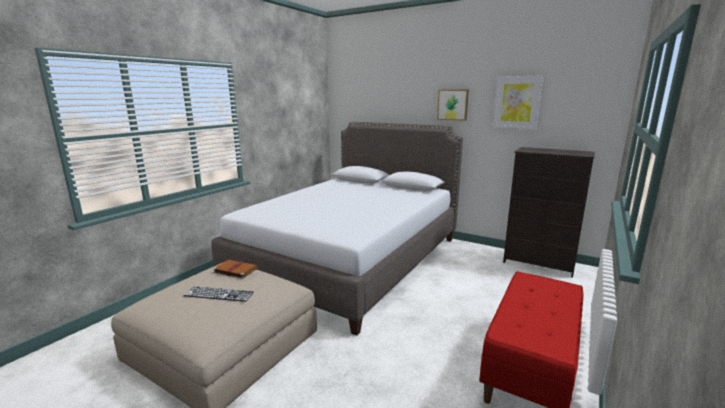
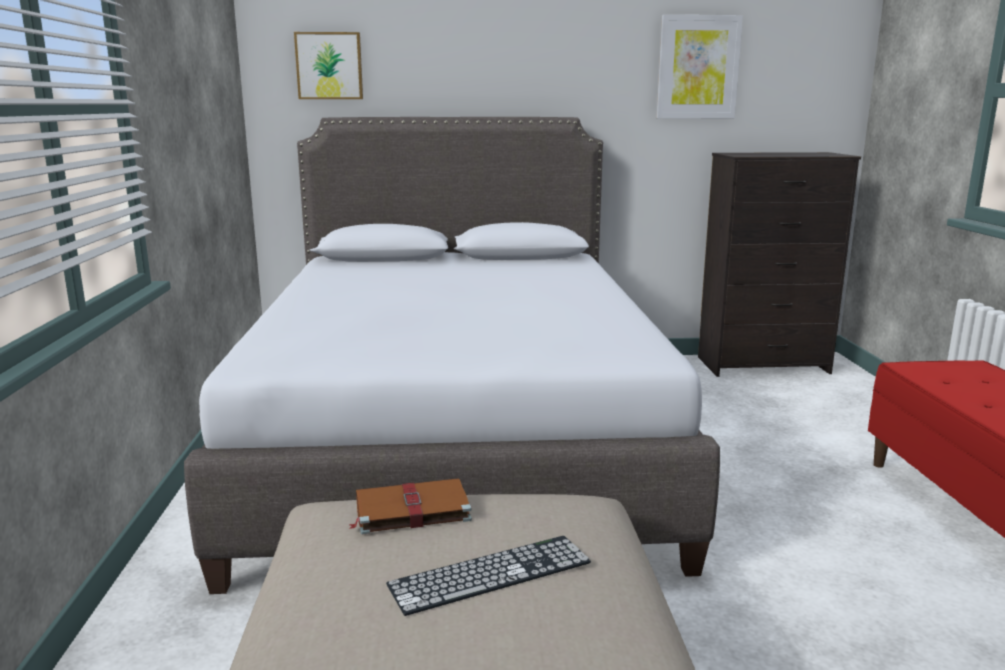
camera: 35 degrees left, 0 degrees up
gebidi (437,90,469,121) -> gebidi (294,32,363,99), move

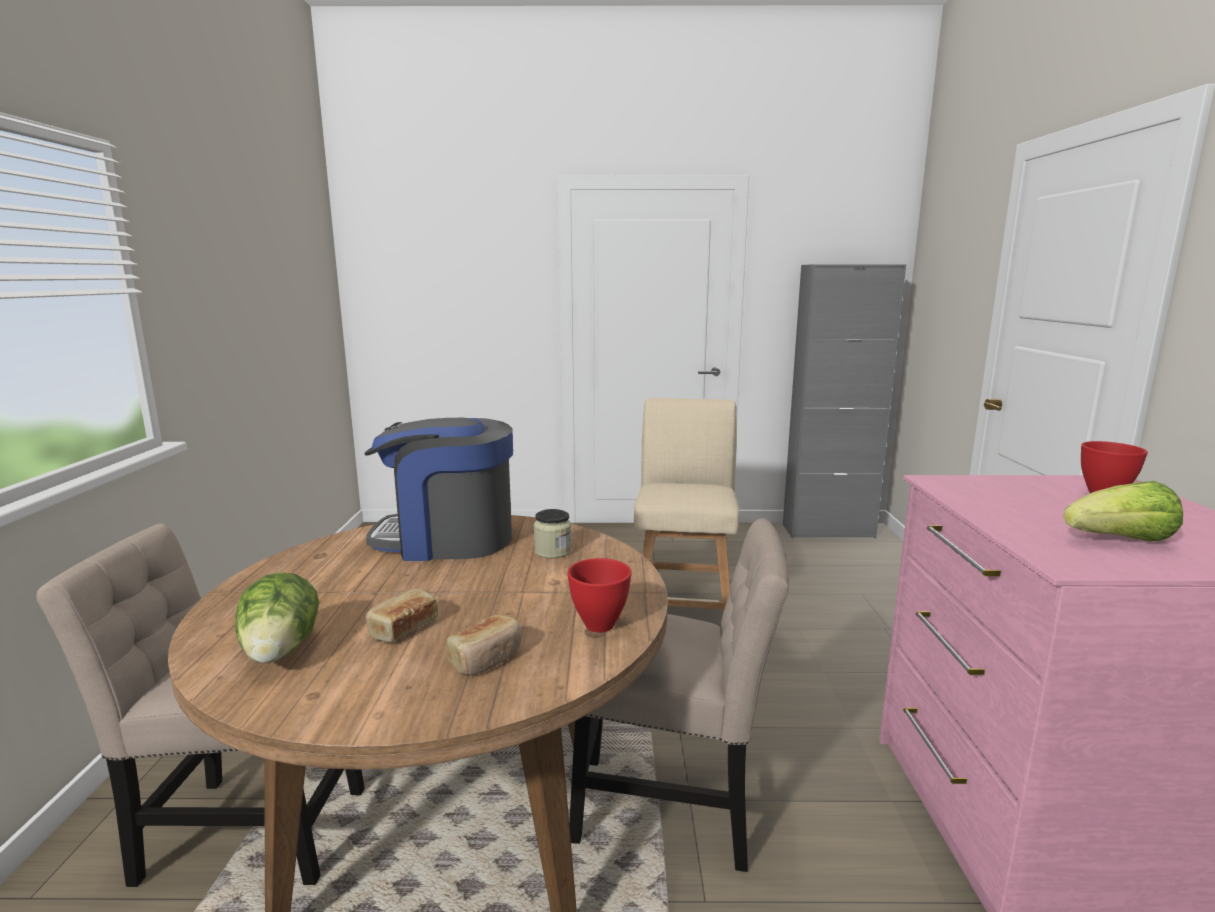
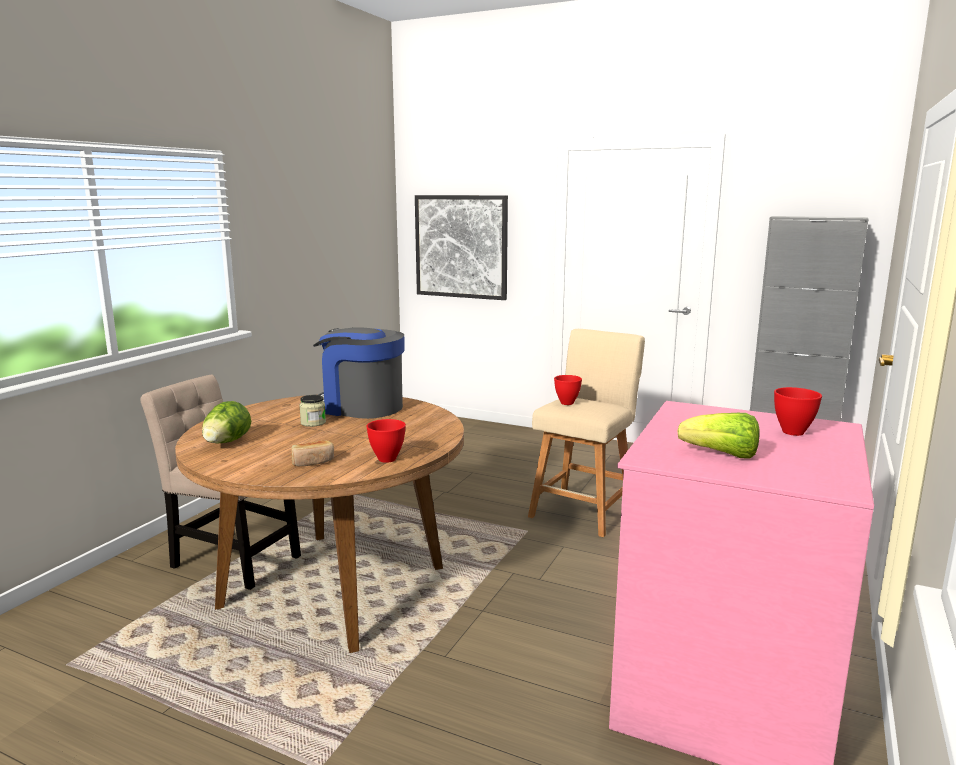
camera: 25 degrees right, 0 degrees up
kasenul (366,589,438,642) -> none
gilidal (534,509,571,558) -> gilidal (299,395,326,427), move
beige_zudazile (569,518,789,872) -> none
none -> gebidi (415,195,508,300)
none -> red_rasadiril (554,375,582,405)

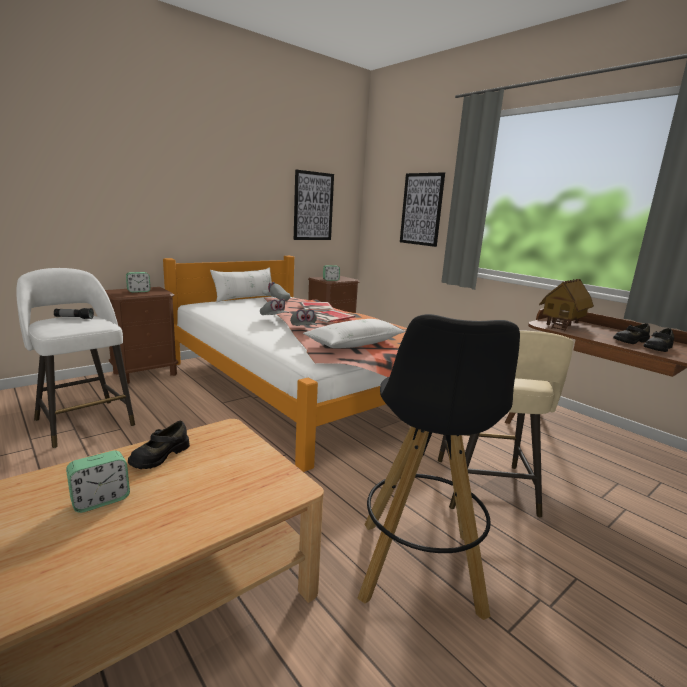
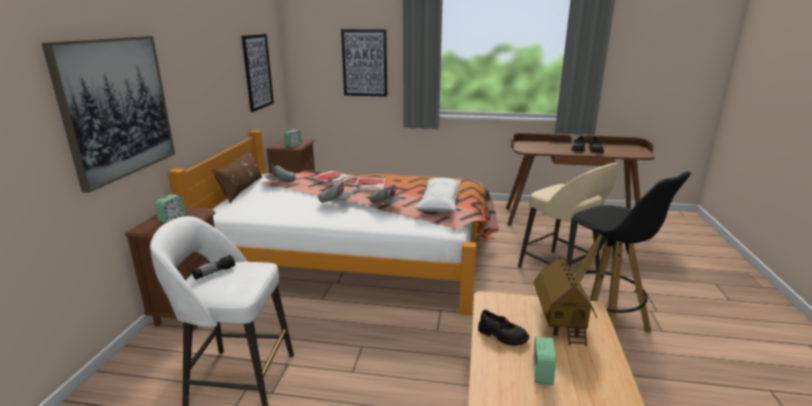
camera: 40 degrees left, 5 degrees up
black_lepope (128,421,190,469) -> black_lepope (478,310,529,346), 45 degrees counterclockwise
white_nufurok (210,267,272,302) -> brown_nufurok (212,149,262,203)
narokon (539,279,594,332) -> narokon (534,255,597,346), move
none -> gebidi (42,36,175,193)

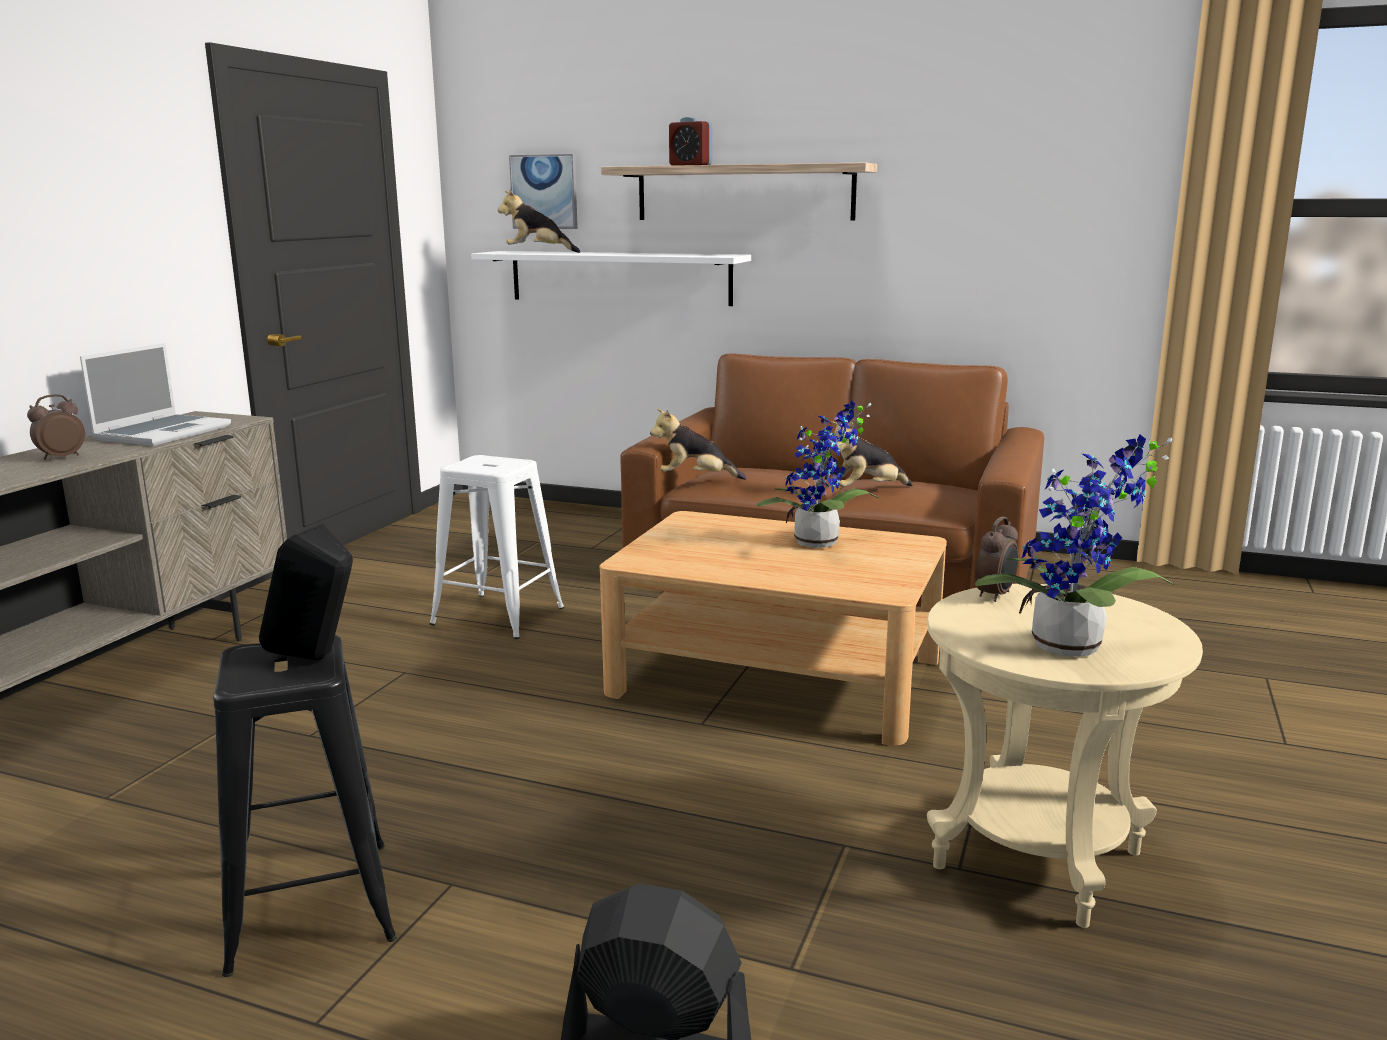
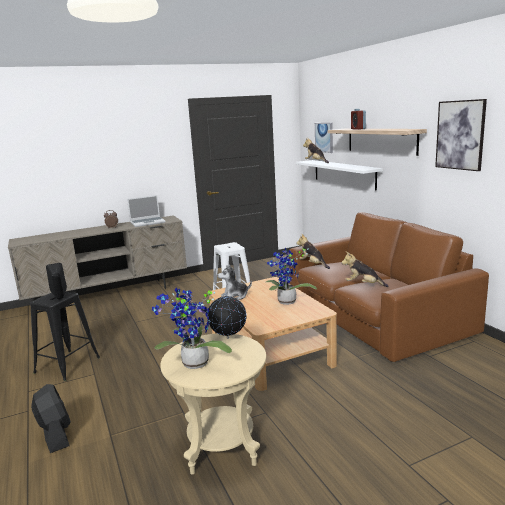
camera: 45 degrees right, 0 degrees up
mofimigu (975,517,1019,602) -> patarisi (207,293,247,339)
none -> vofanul (217,264,252,300)
none -> gebidi (435,99,487,171)

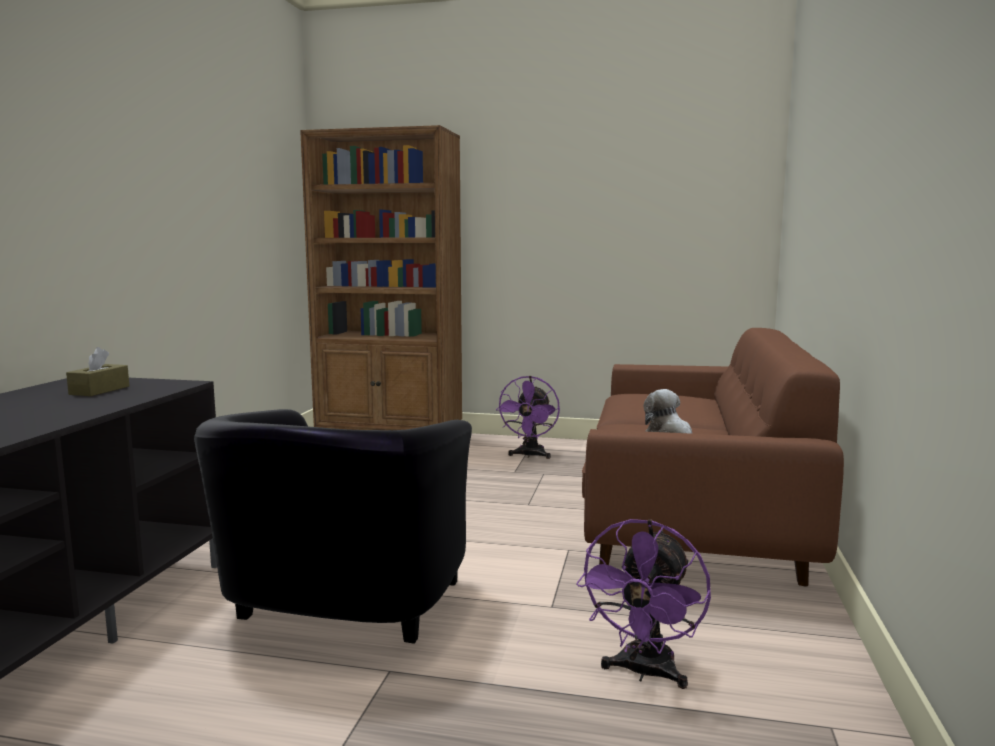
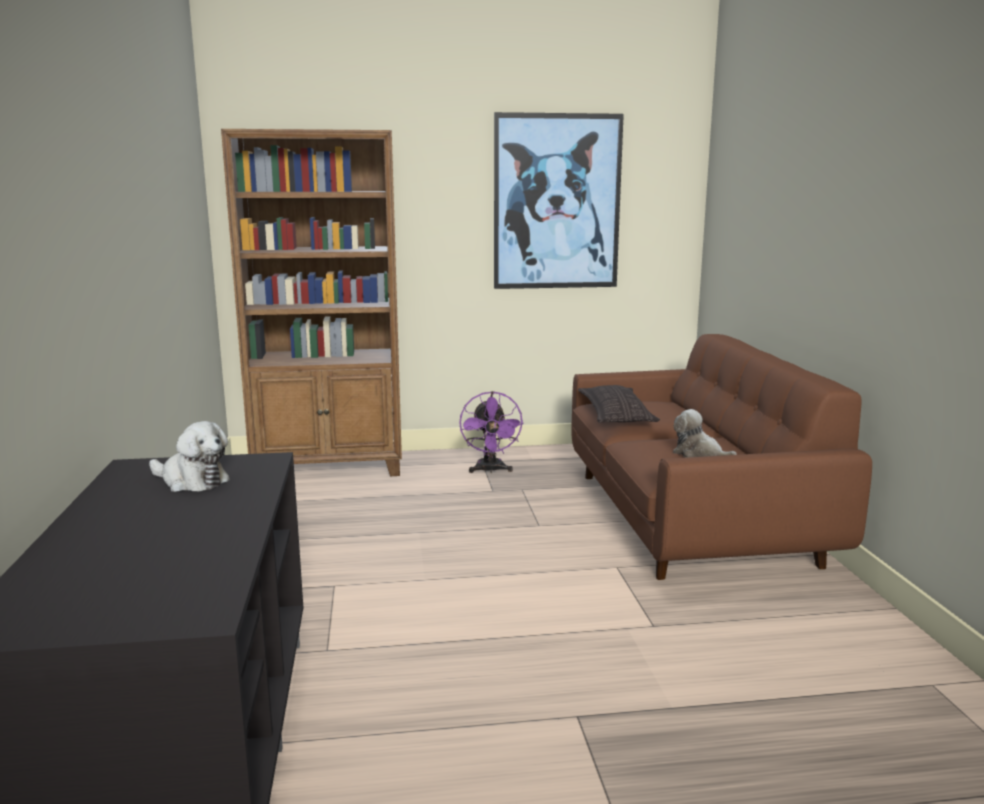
camera: 20 degrees left, 5 degrees up
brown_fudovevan (66,347,129,396) -> vofanul (149,421,230,492)
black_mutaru (194,409,472,644) -> none
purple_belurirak (576,519,711,689) -> none
none -> gebidi (494,112,624,289)
none -> nufurok (578,385,660,423)

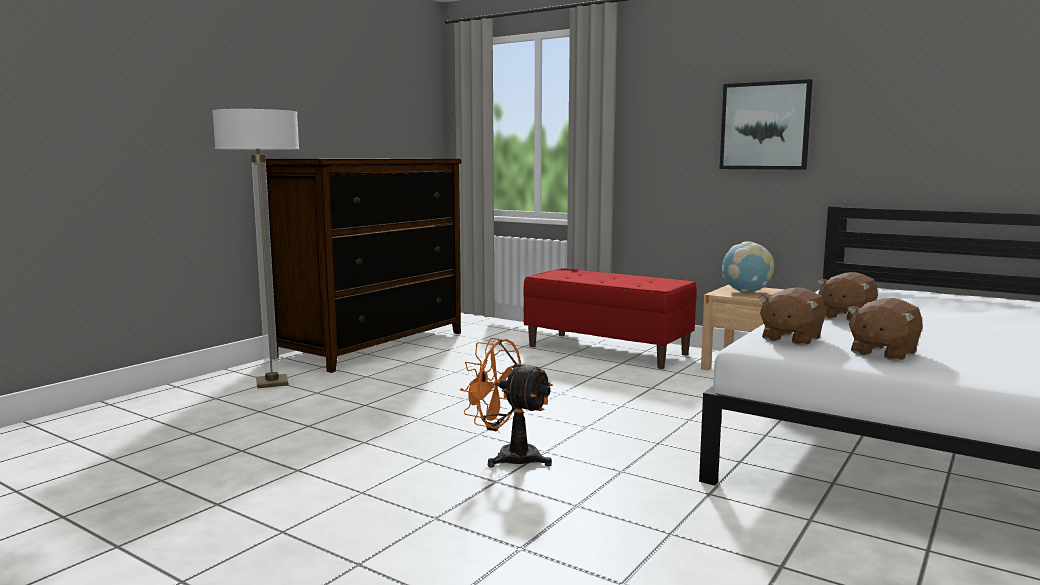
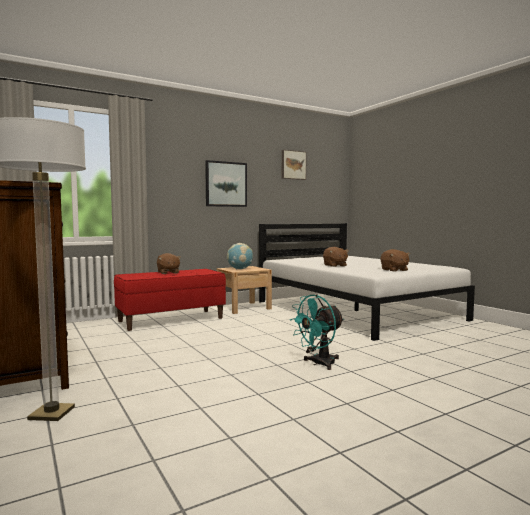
camera: 65 degrees left, 5 degrees down
orange_belurirak (460,338,553,468) -> turquoise_belurirak (290,295,344,370)
brown_vofanul (758,287,826,346) -> brown_vofanul (157,253,181,274), move
none -> gebidi (282,150,306,180)

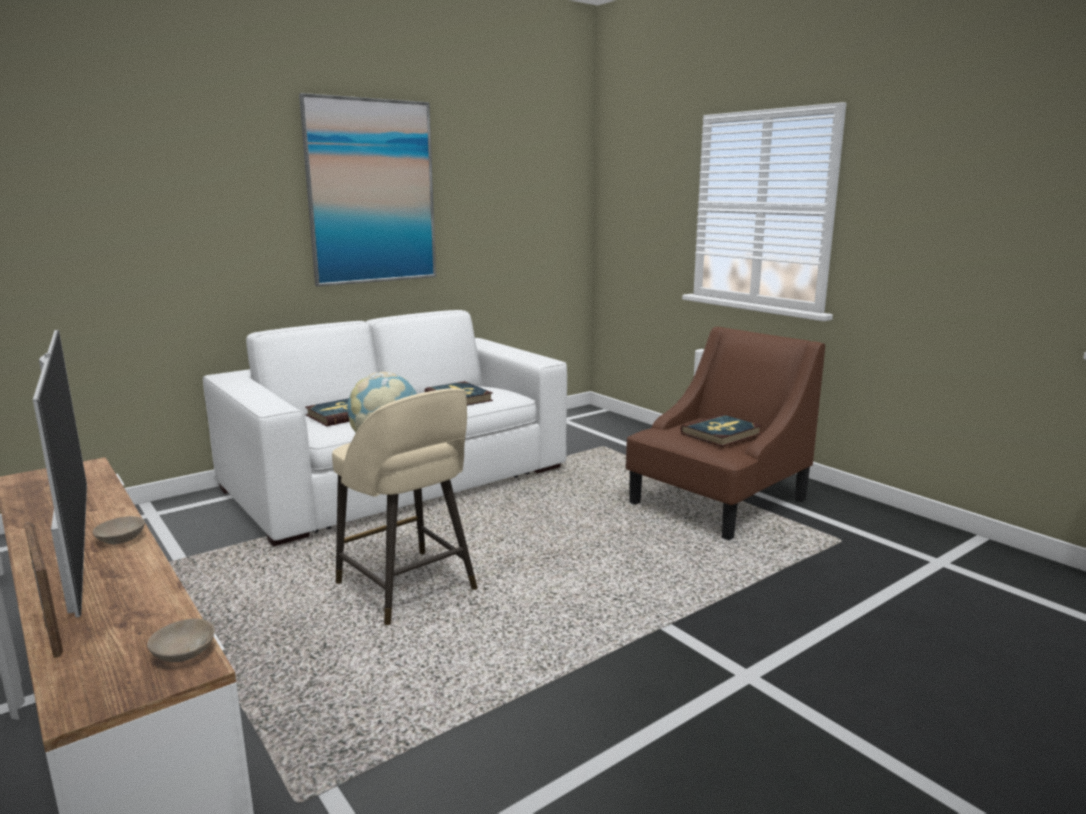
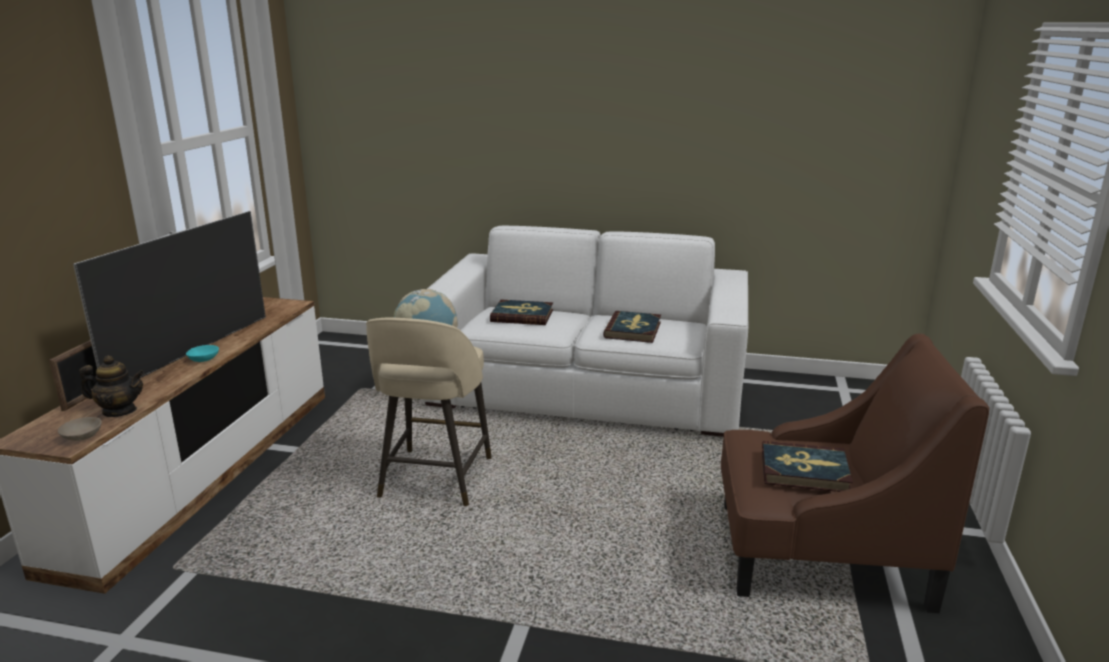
camera: 50 degrees right, 5 degrees up
beige_rasadiril (92,516,145,545) -> turquoise_rasadiril (186,345,219,362)
gebidi (299,93,436,286) -> none
none -> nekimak (80,355,145,417)

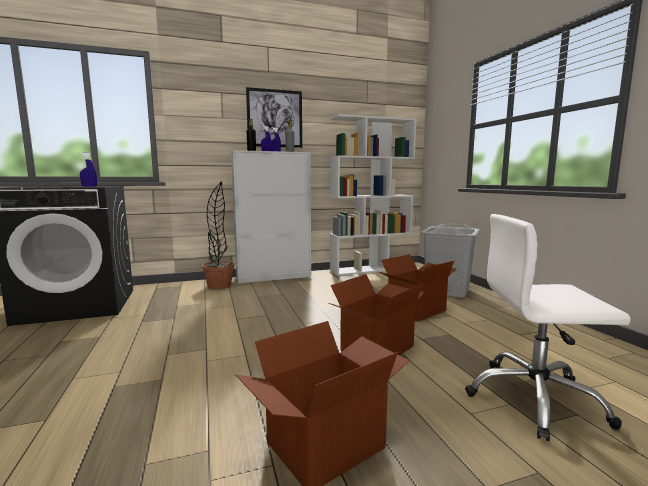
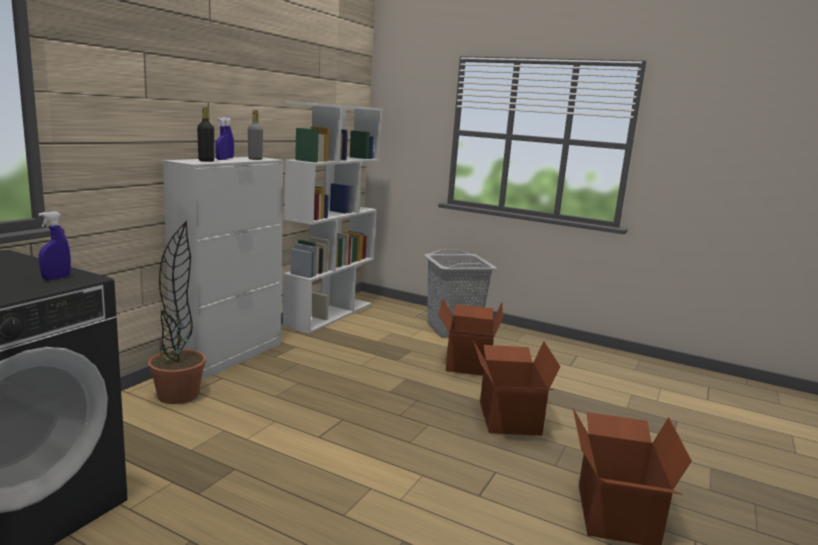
camera: 45 degrees left, 5 degrees up
gebidi (246,87,302,148) -> none
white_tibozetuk (465,214,631,441) -> none

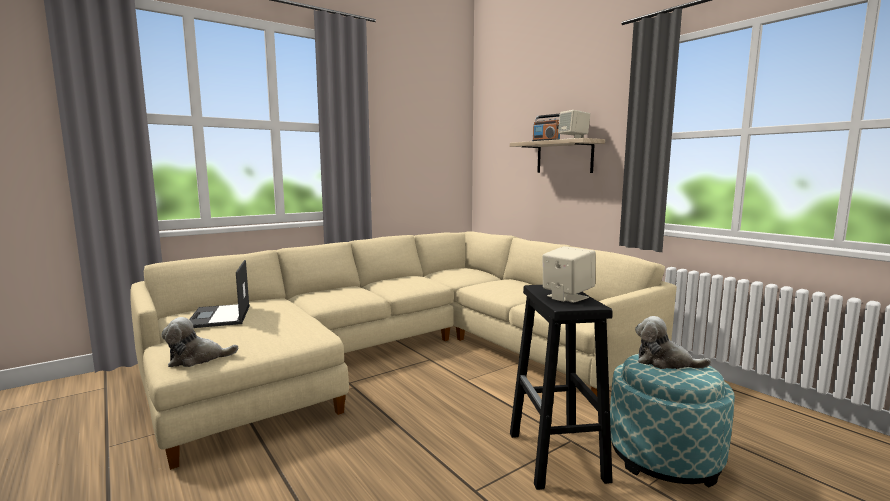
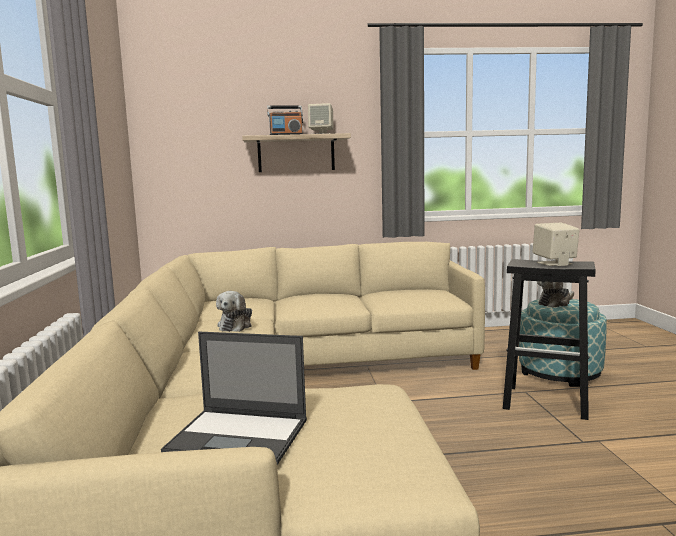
camera: 60 degrees left, 0 degrees up
vofanul (162,317,238,367) -> vofanul (216,291,252,332), move

